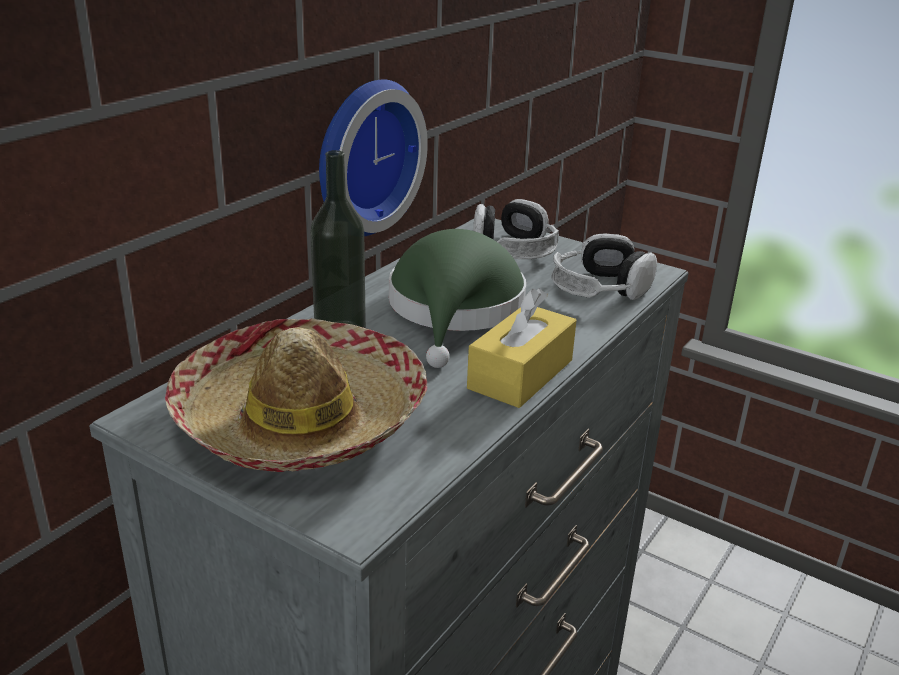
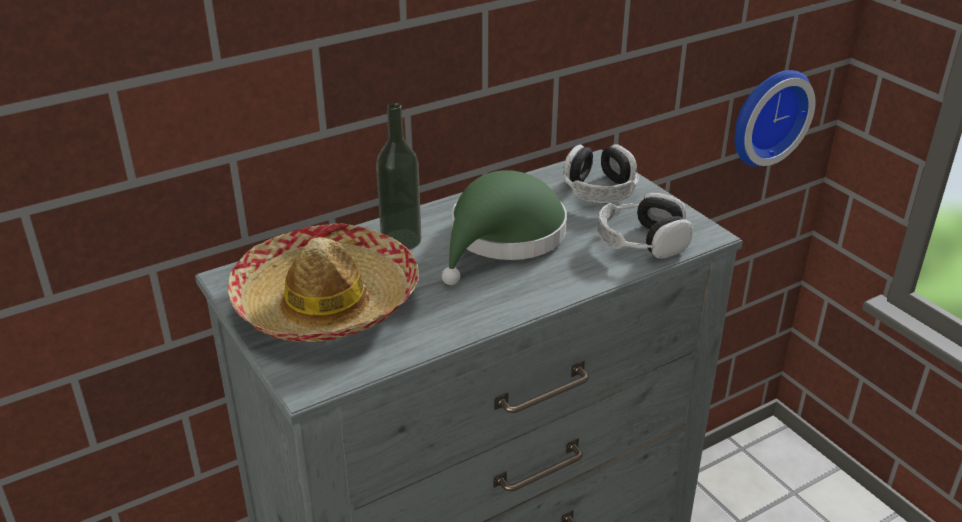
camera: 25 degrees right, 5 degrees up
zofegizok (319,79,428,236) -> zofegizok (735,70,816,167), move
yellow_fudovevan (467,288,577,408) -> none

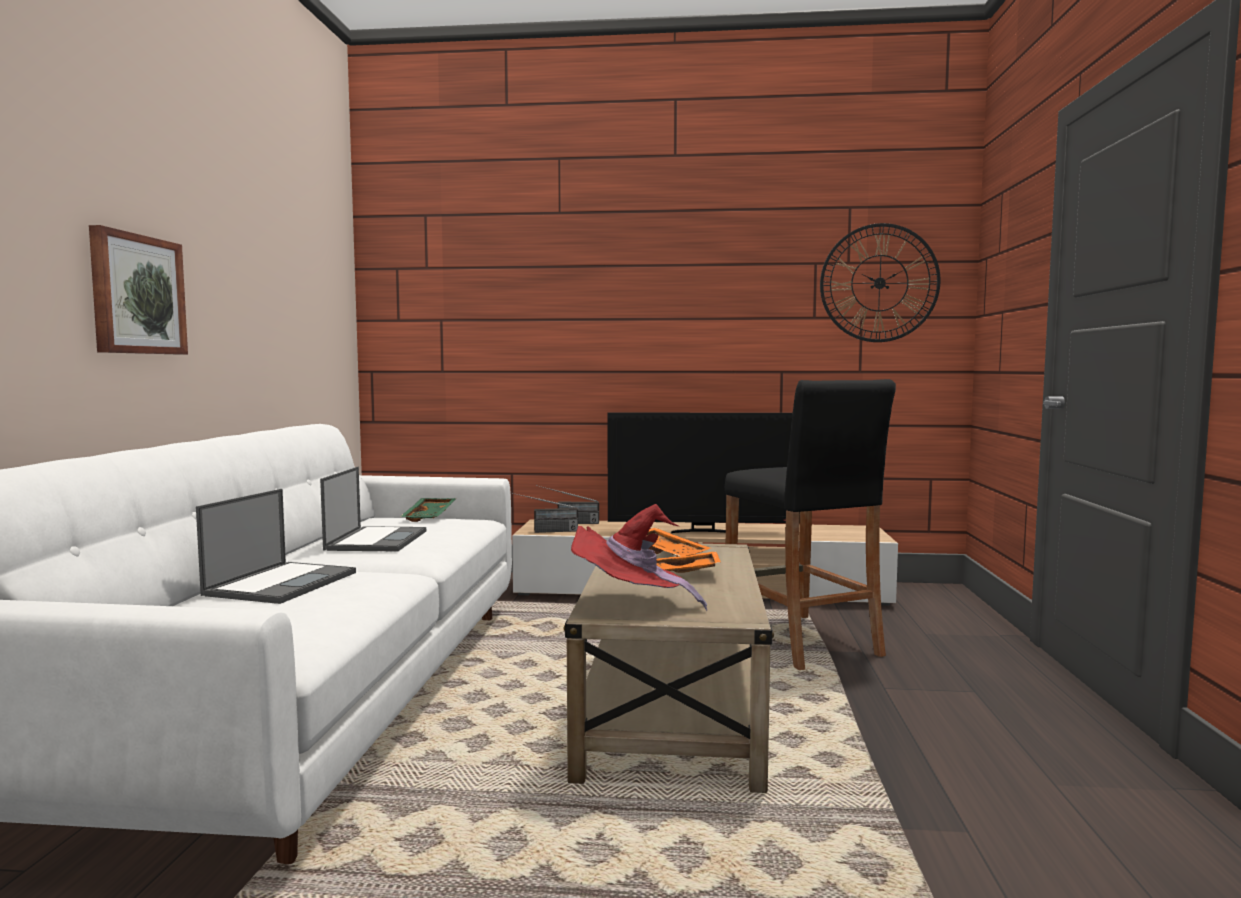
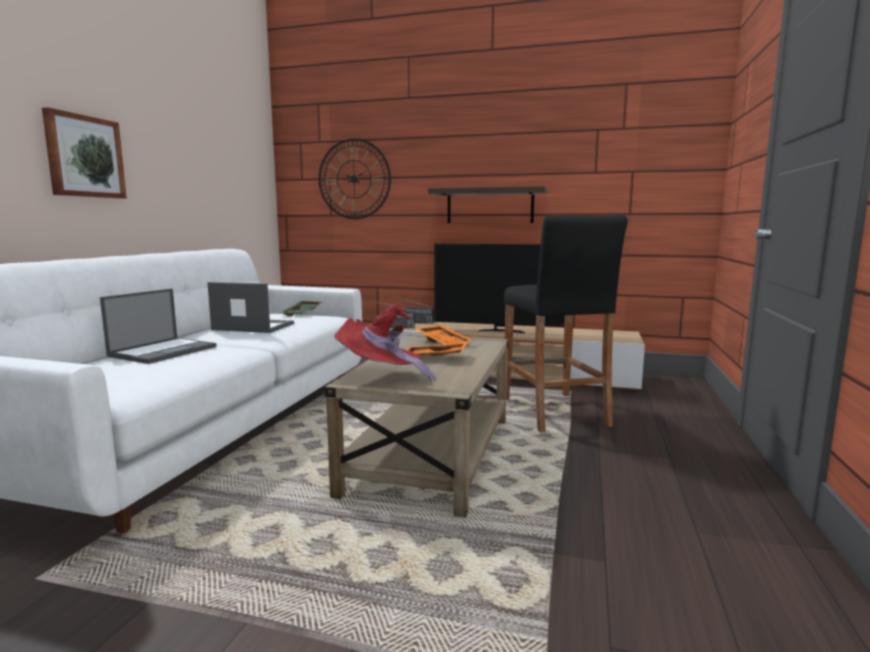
camera: 10 degrees right, 5 degrees up
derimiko (320,467,426,551) -> derimiko (207,282,294,333), 90 degrees counterclockwise
zofegizok (820,223,940,342) -> zofegizok (319,138,391,219), move
none -> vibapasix (428,186,548,223)

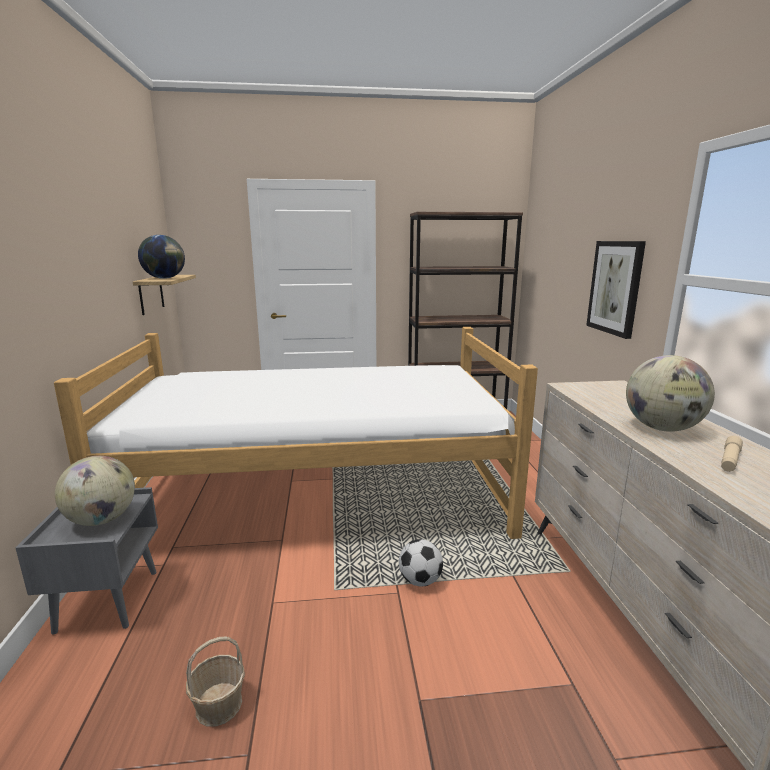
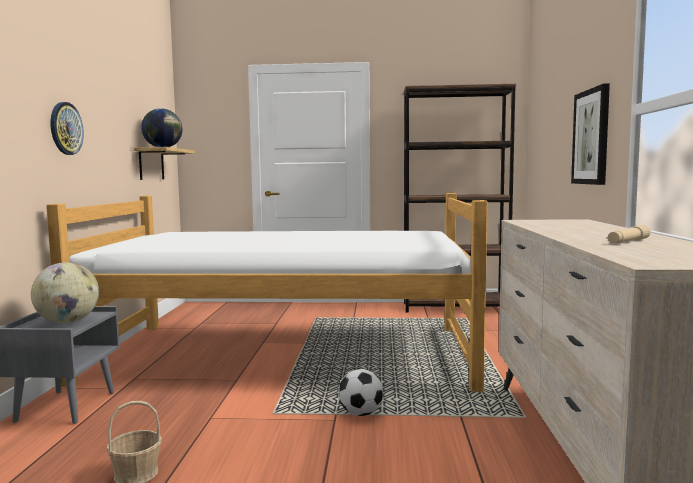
camera: 10 degrees right, 10 degrees down
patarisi (626,355,715,432) -> none
none -> zofegizok (50,102,84,155)

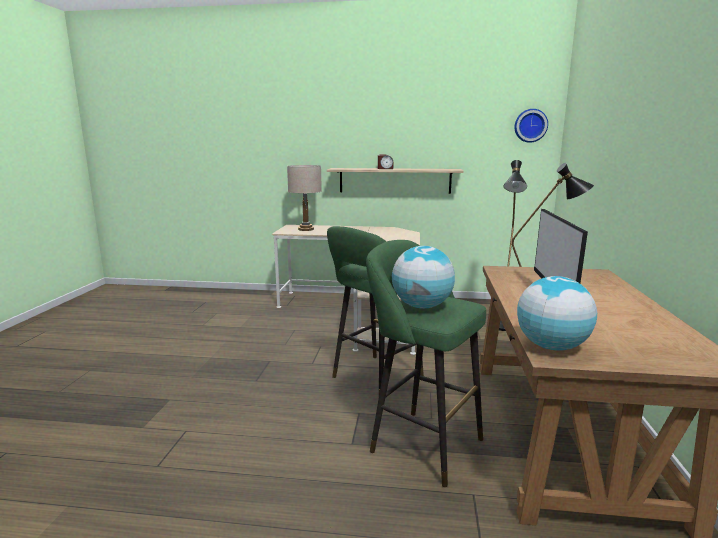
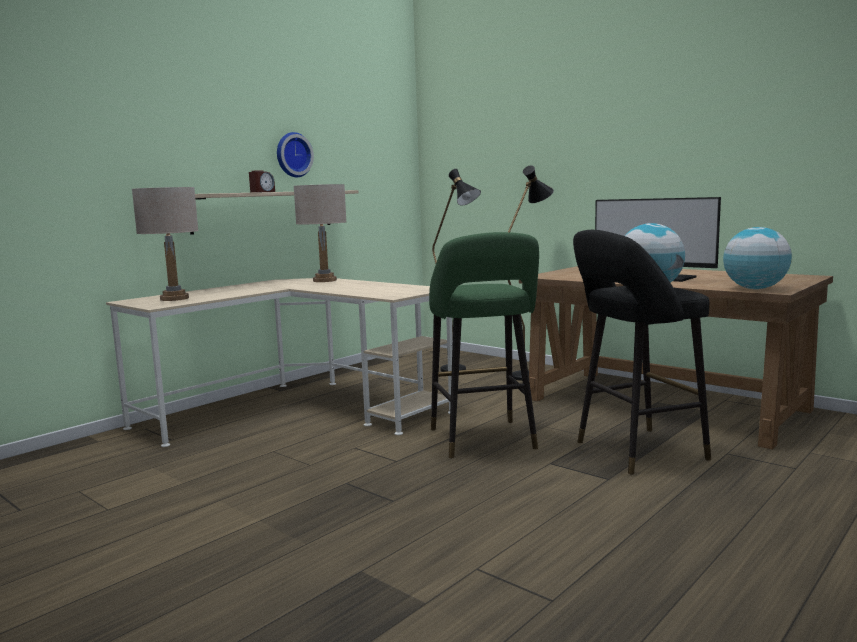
camera: 55 degrees left, 5 degrees down
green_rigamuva (366,240,486,487) -> black_rigamuva (573,230,711,475)
zofegizok (515,109,548,143) -> zofegizok (277,132,314,177), move
none -> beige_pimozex (294,184,346,282)

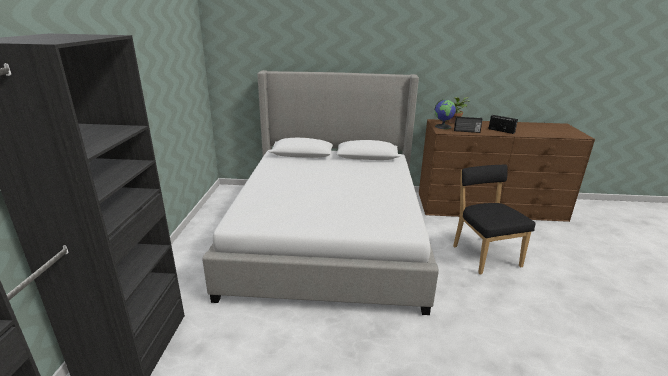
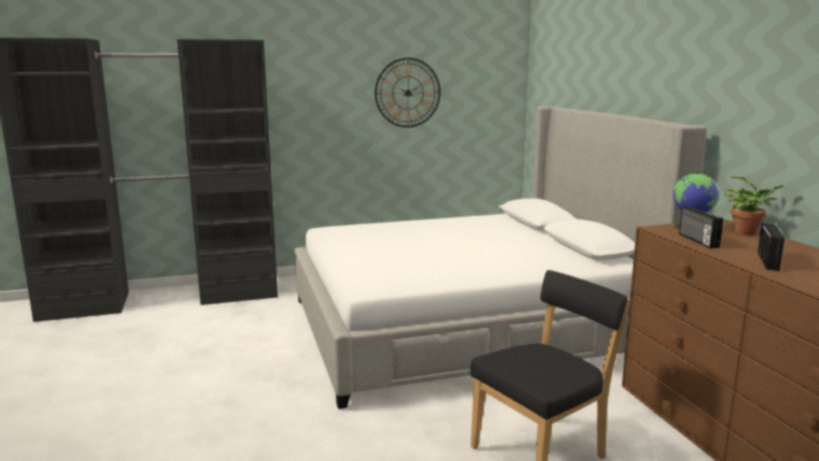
camera: 70 degrees right, 10 degrees down
none -> zofegizok (375,58,441,128)

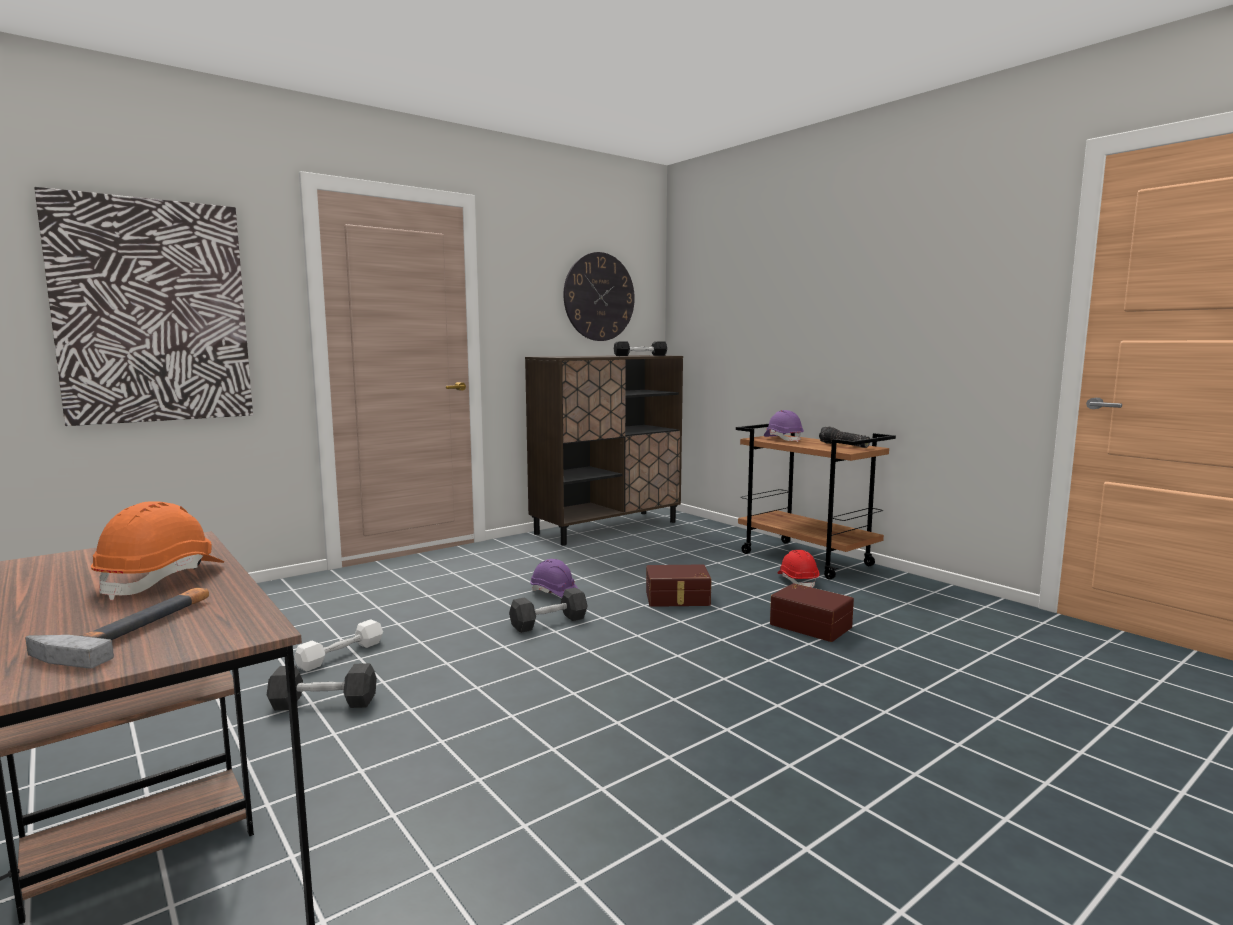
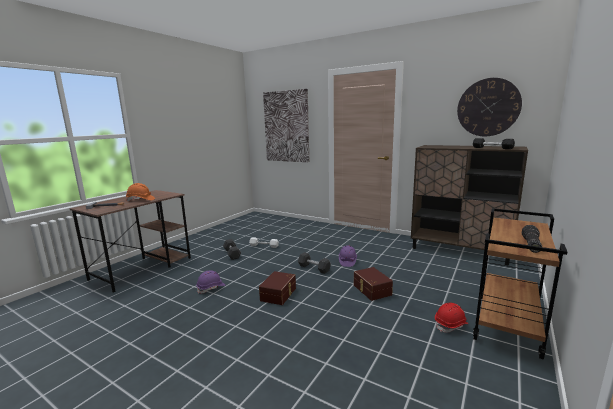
camera: 70 degrees right, 5 degrees up
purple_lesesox (764,410,804,442) -> purple_lesesox (196,270,225,294), move
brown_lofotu (770,583,854,642) -> brown_lofotu (259,271,296,305), move

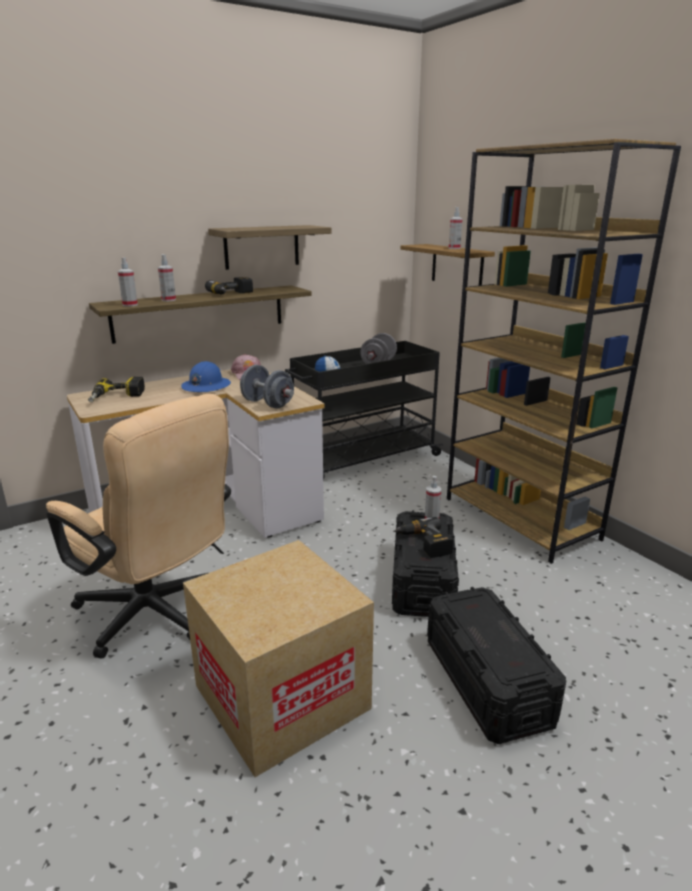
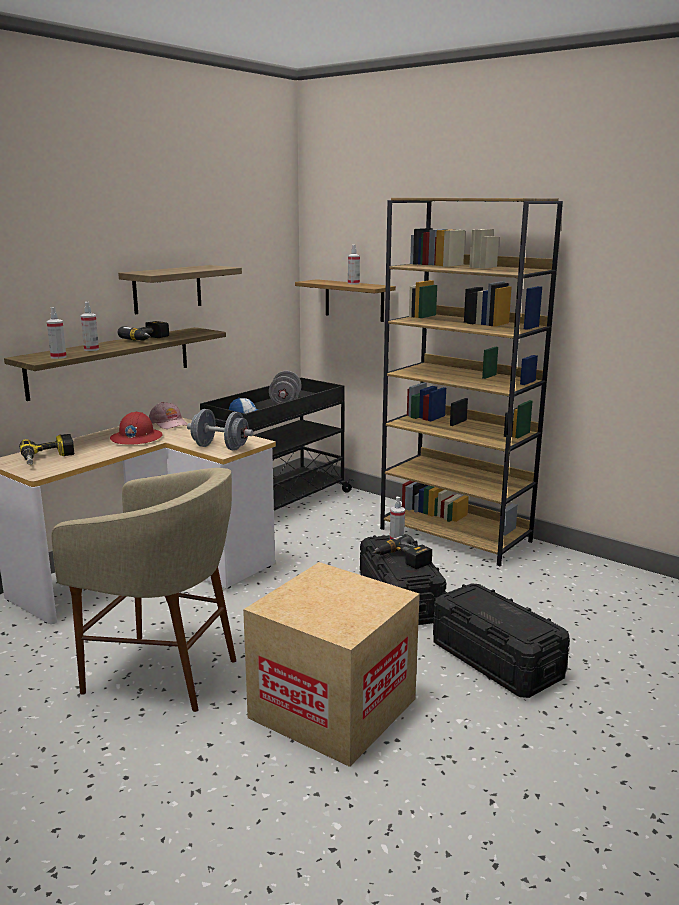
camera: 20 degrees left, 5 degrees down
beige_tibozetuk (46,394,231,659) -> beige_rigamuva (51,468,236,712)
blue_lesesox (181,361,231,392) -> red_lesesox (110,412,163,445)

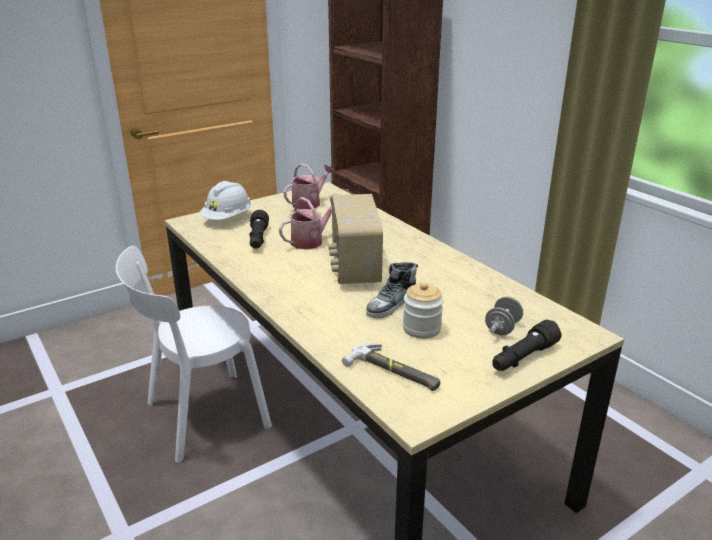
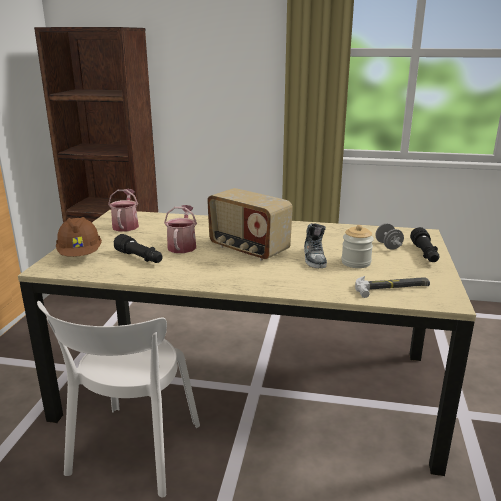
camera: 45 degrees left, 5 degrees down
white_lesesox (200,181,251,220) -> brown_lesesox (56,217,102,257)

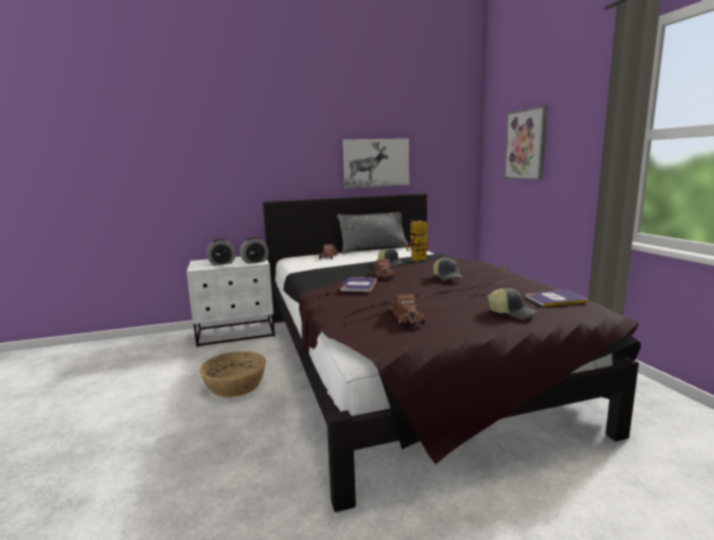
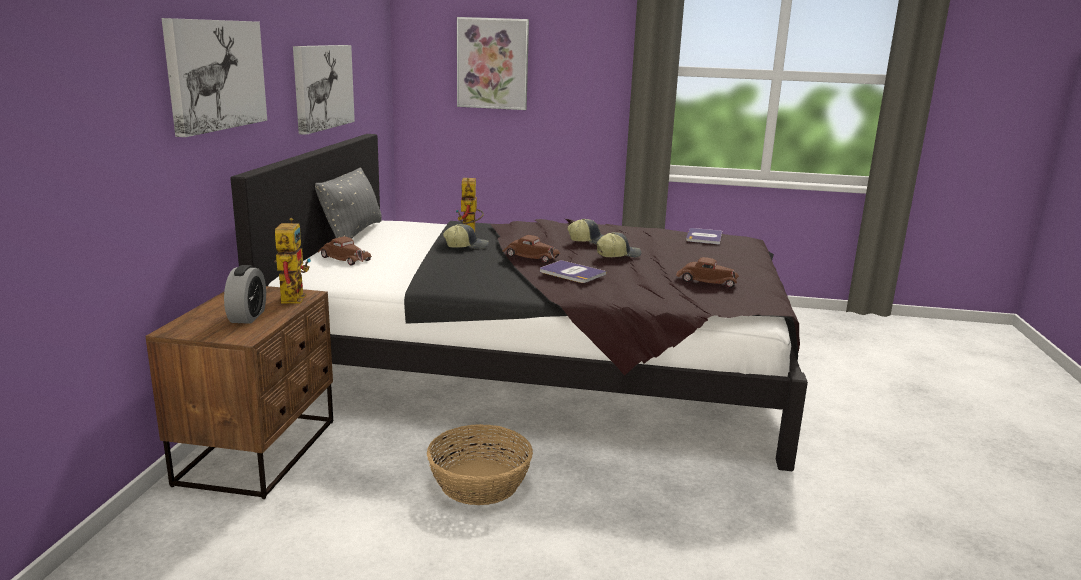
camera: 65 degrees left, 5 degrees up
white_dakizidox (187,257,275,347) -> brown_dakizidox (145,286,333,499)
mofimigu (240,237,269,264) -> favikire (274,218,311,304)
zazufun (488,288,538,319) -> zazufun (596,232,641,257), move
none -> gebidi (162,18,267,137)

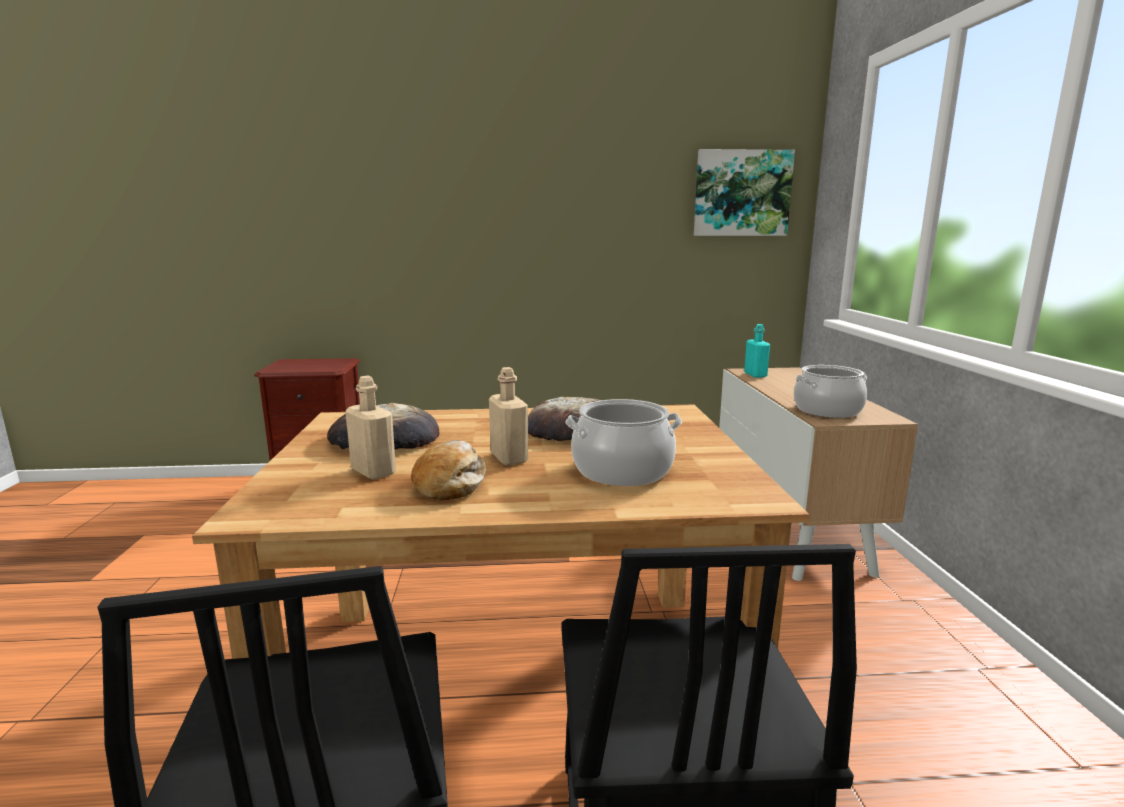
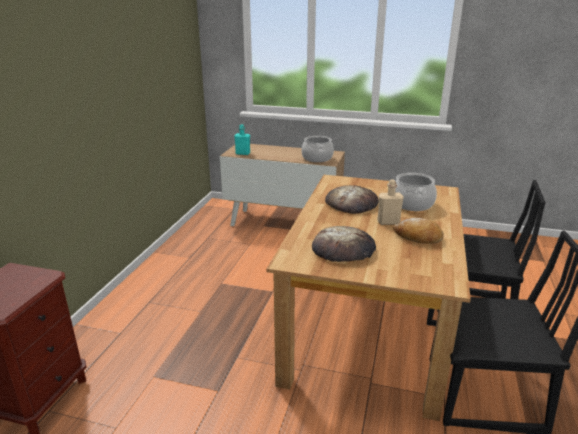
camera: 70 degrees left, 10 degrees up
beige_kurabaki (345,376,396,480) -> none
gebidi (694,149,795,236) -> none

